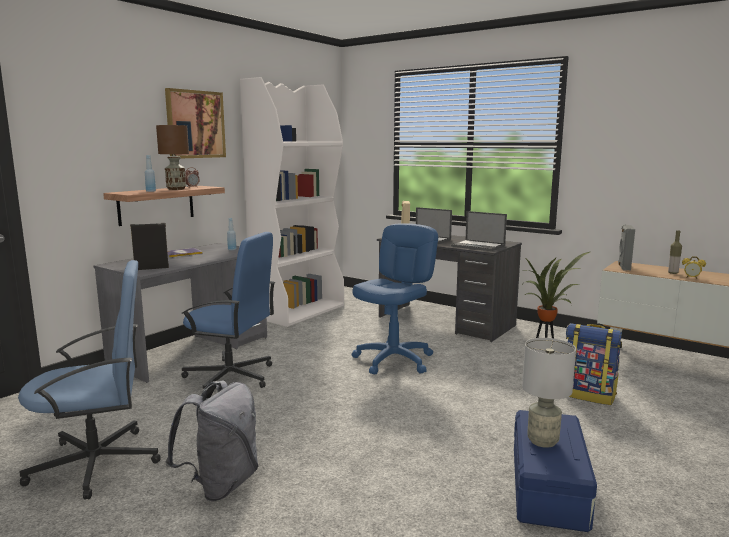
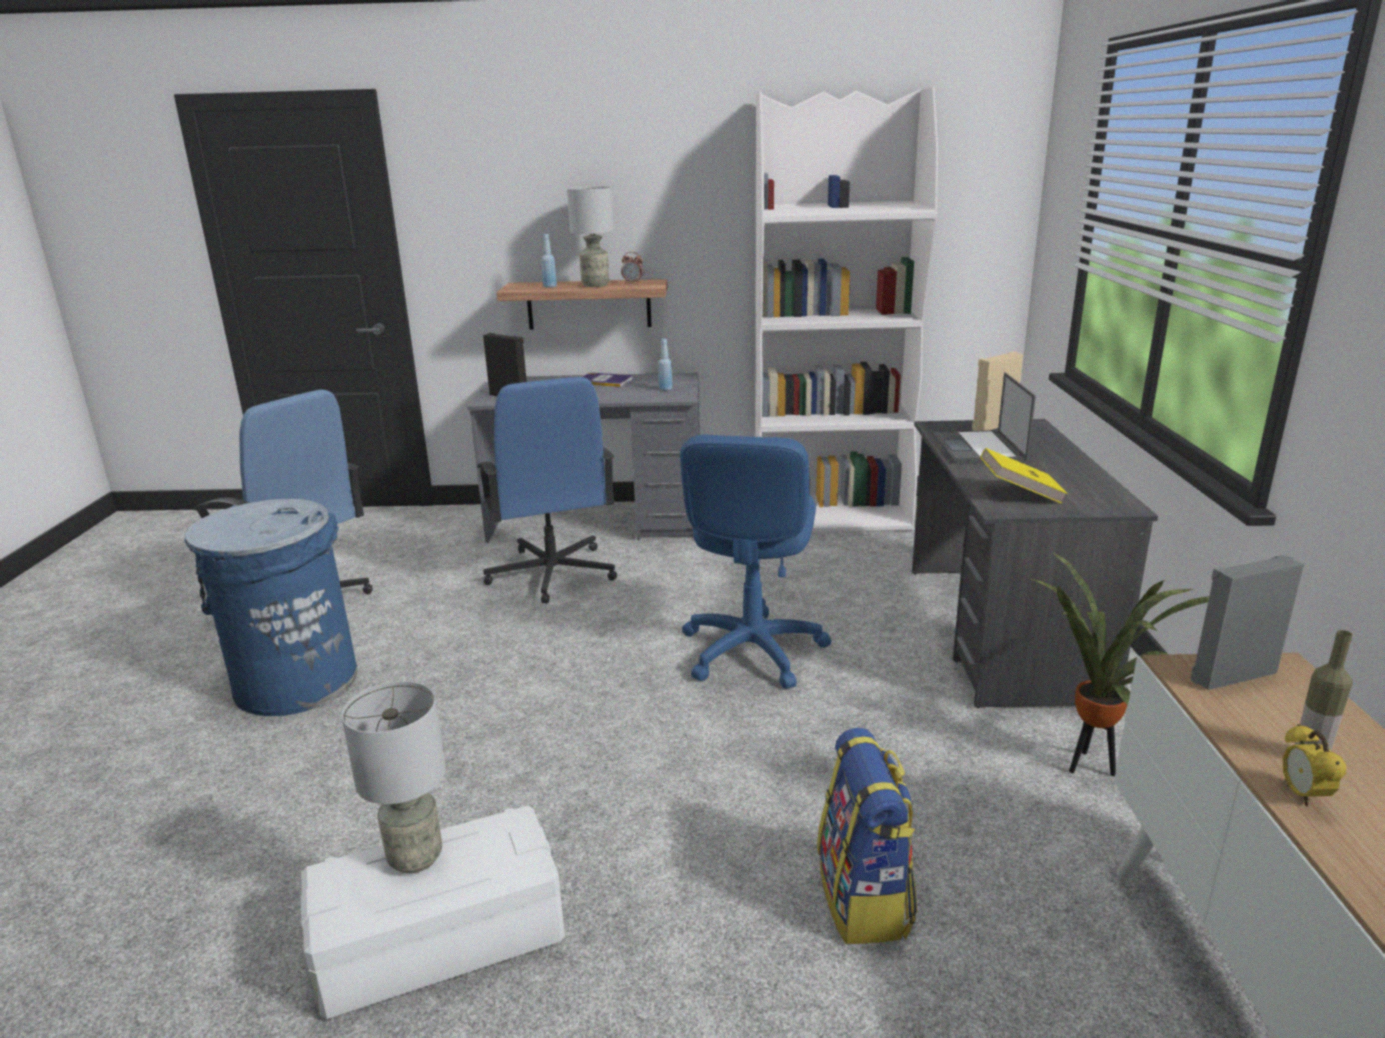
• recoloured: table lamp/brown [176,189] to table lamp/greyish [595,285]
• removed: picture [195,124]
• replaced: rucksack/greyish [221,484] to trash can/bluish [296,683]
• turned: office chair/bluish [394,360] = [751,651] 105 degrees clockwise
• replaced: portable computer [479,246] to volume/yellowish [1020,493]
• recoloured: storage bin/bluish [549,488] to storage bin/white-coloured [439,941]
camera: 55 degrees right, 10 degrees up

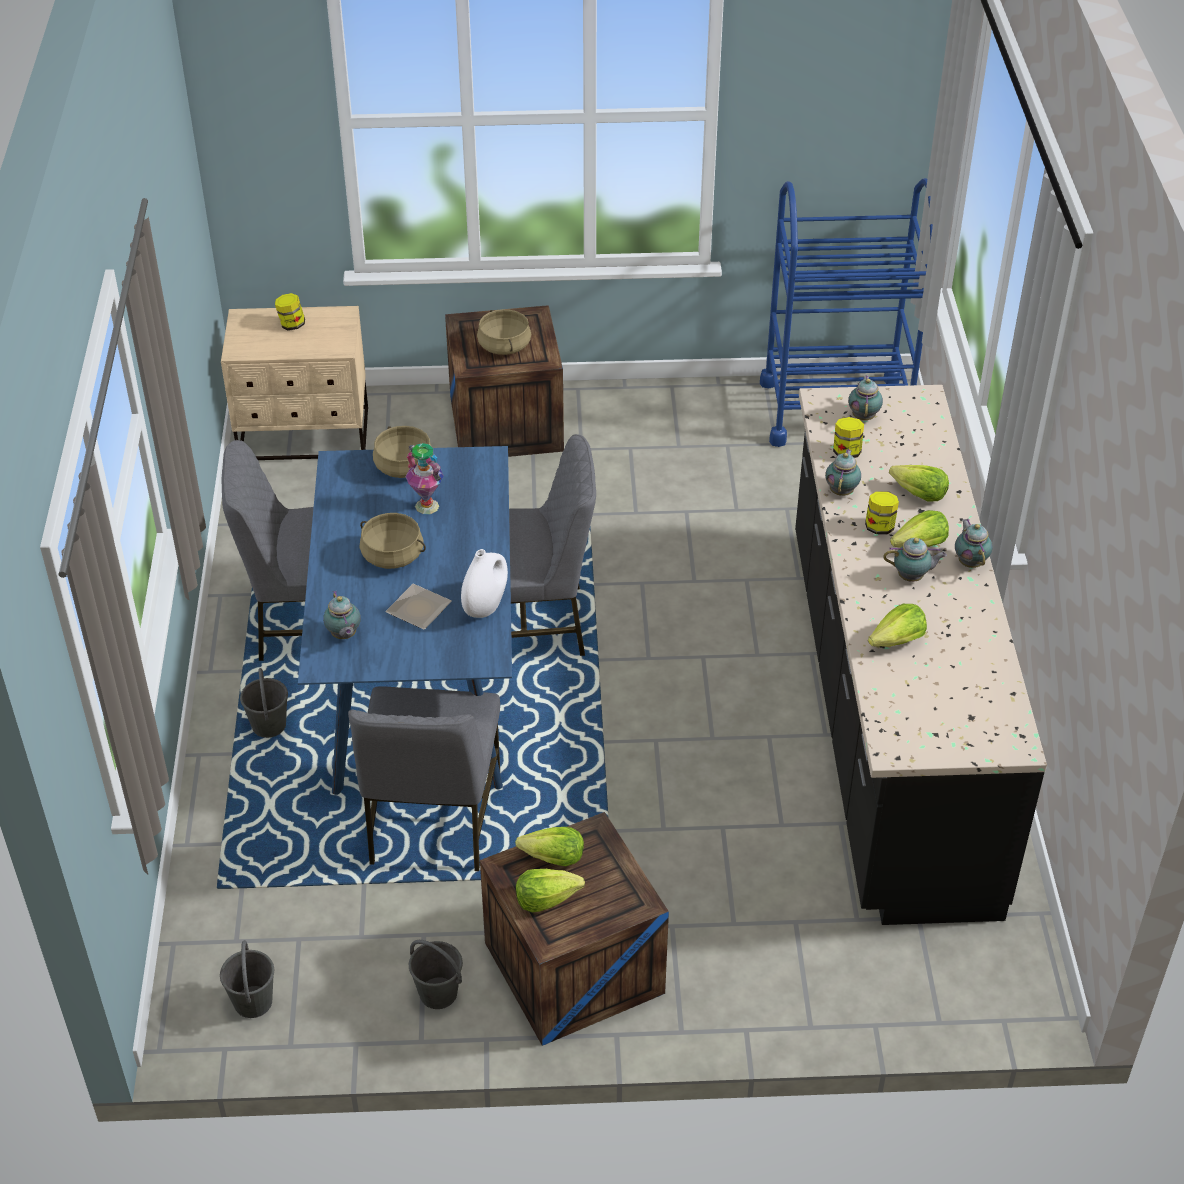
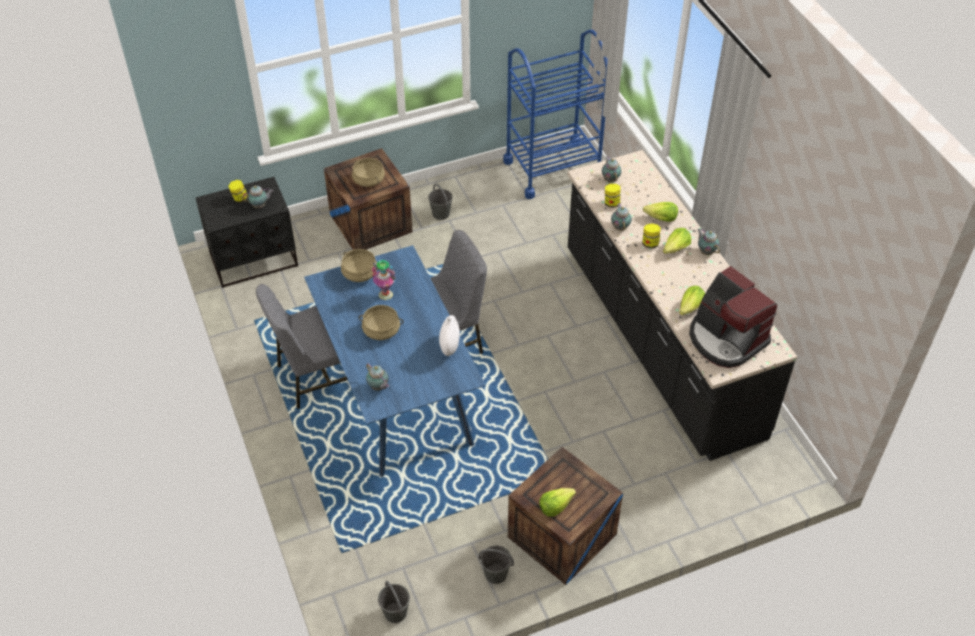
• recoloured: bedside table/beige-coloured [305,435] to bedside table/black-coloured [254,261]
• moved: bucket/greyish [269,725] to [440,213]
• removed: chair/greyish [432,820]
• removed: dinner plate [416,609]
• removed: lettuce [553,858]
• moved: teapot [912,577] to [260,205]
• added: coffee machine [726,339]
camera: 20 degrees left, 5 degrees up

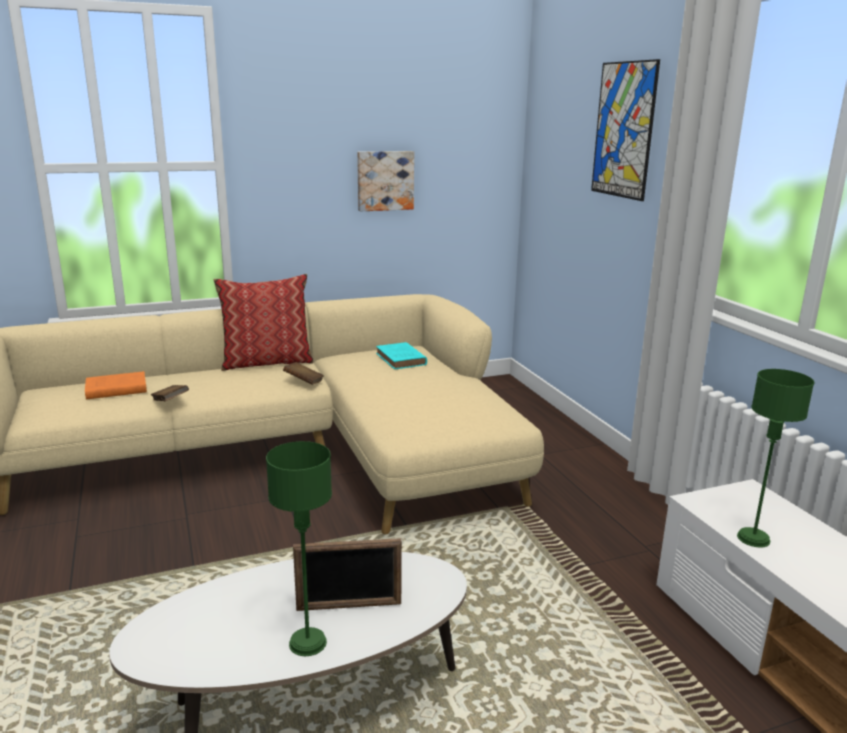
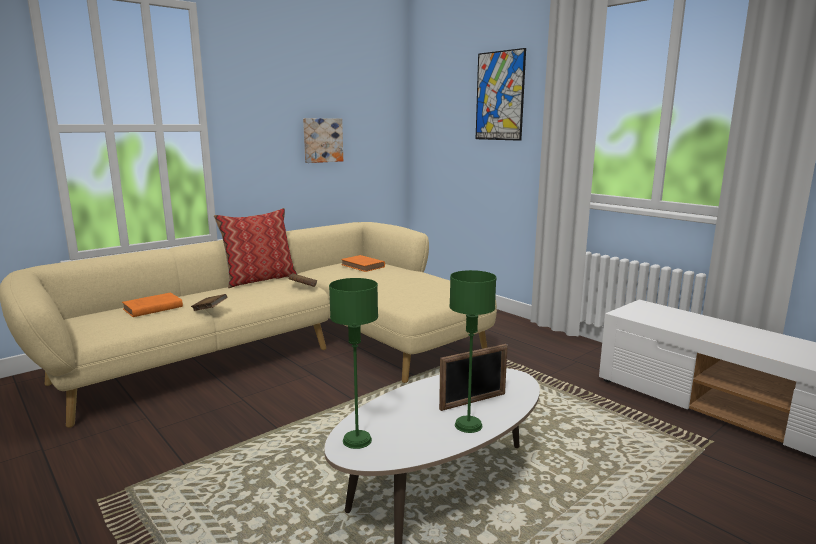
• recoloured: volume/blue-green [401,359] to volume/orange [363,266]
• moved: table lamp/green [752,538] to [356,440]
camera: 20 degrees left, 5 degrees down

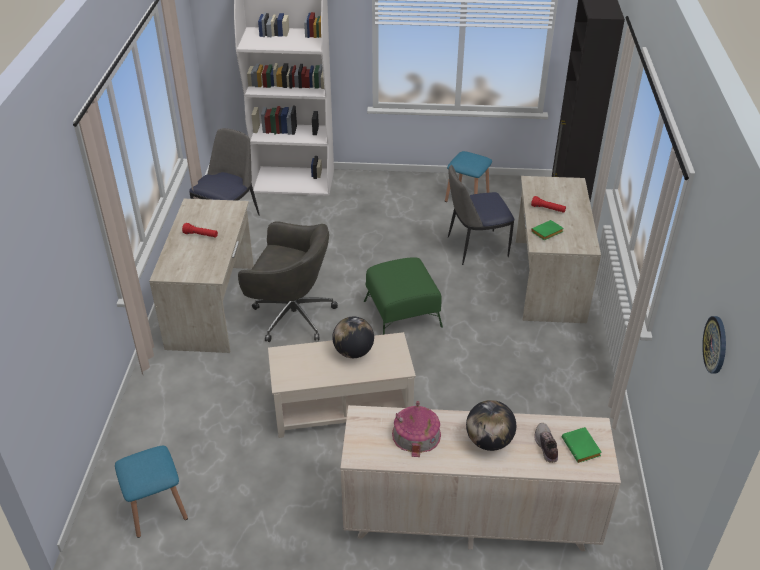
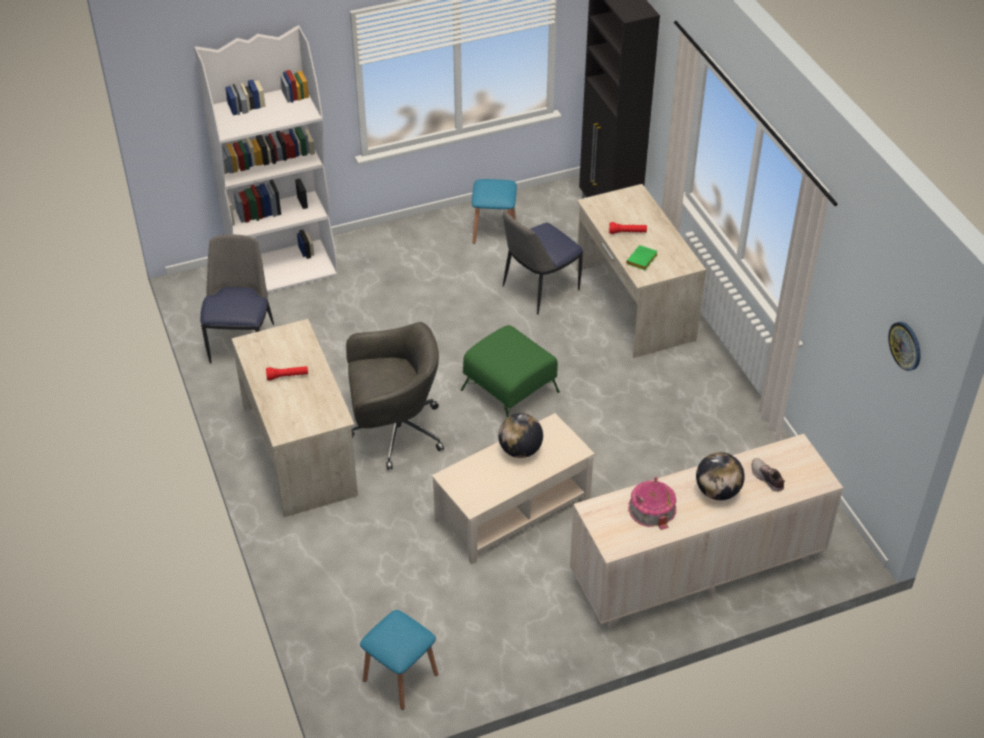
• removed: volume/green [582,448]
camera: 25 degrees left, 5 degrees up

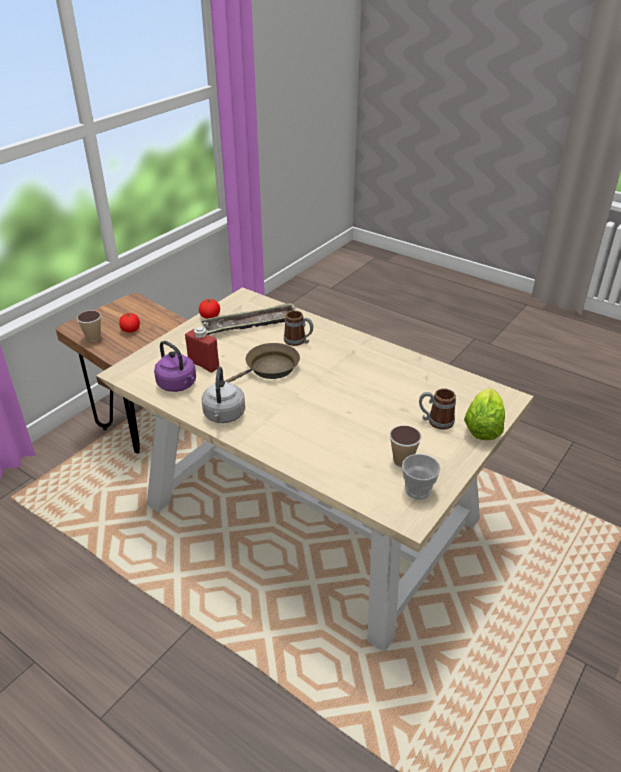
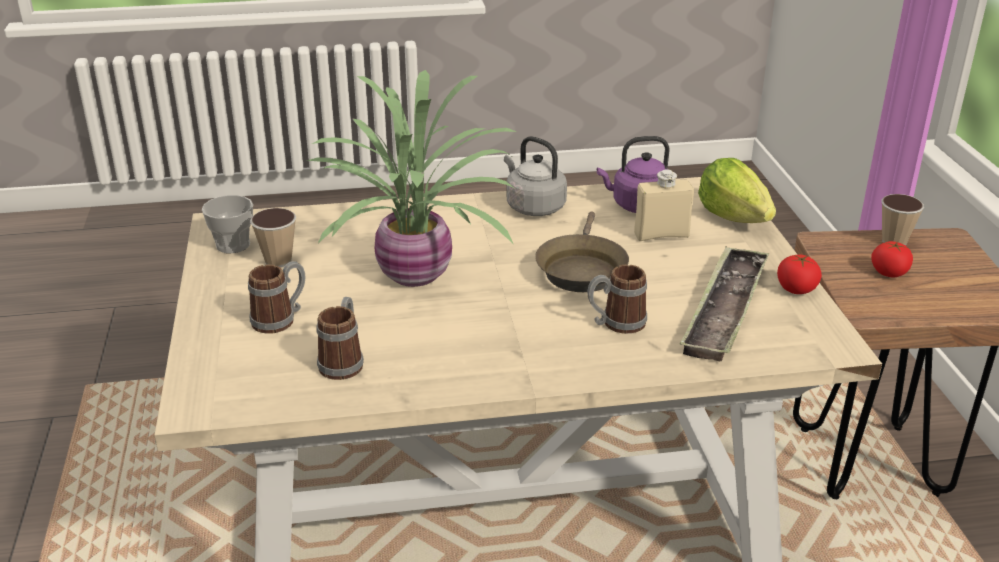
• recoloured: bottle/reddish [203,364] to bottle/beige-coloured [661,235]
• moved: lettuce [482,428] to [733,217]
• added: plant in a pot [416,277]
• added: mug [344,361]
camera: 135 degrees right, 5 degrees down

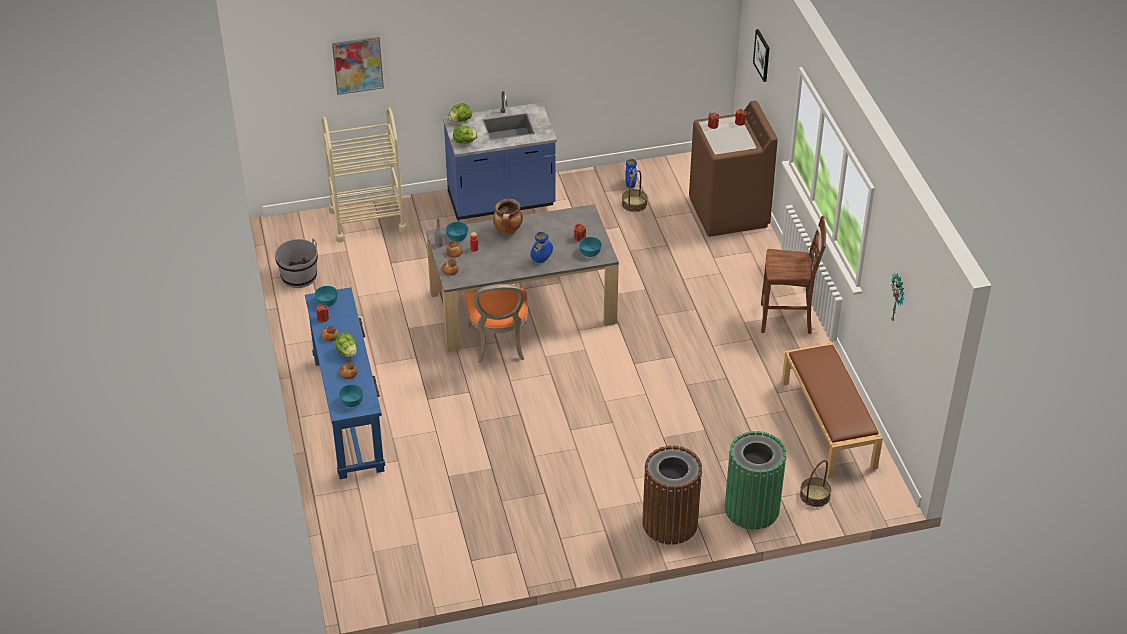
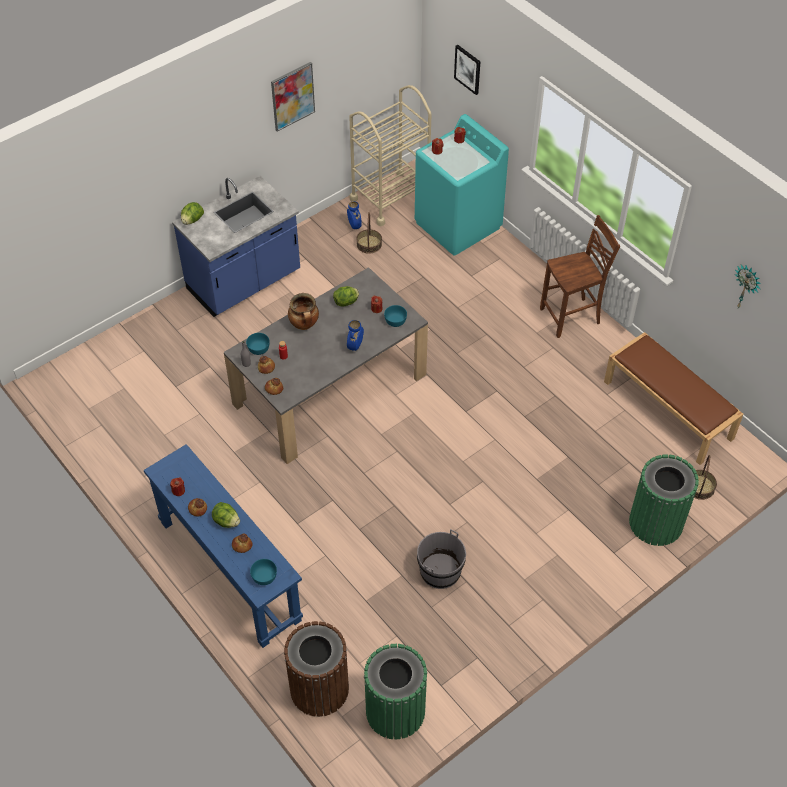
• moved: bucket/greyish [299,276] to [440,571]
• removed: deep dish/blue-green [326,301]
• moved: wheeled cart/beige-coloured [367,220] to [390,198]
• moved: picture [357,65] to [292,96]
• moved: lettuce [464,142] to [346,302]
• removed: chair/orange [499,344]
• moved: trash can/brown [670,523] to [319,689]
• recoloured: washing machine/brown [729,213] to washing machine/blue-green [458,225]
• added: trash can/green [395,711]
camera: 25 degrees left, 10 degrees up

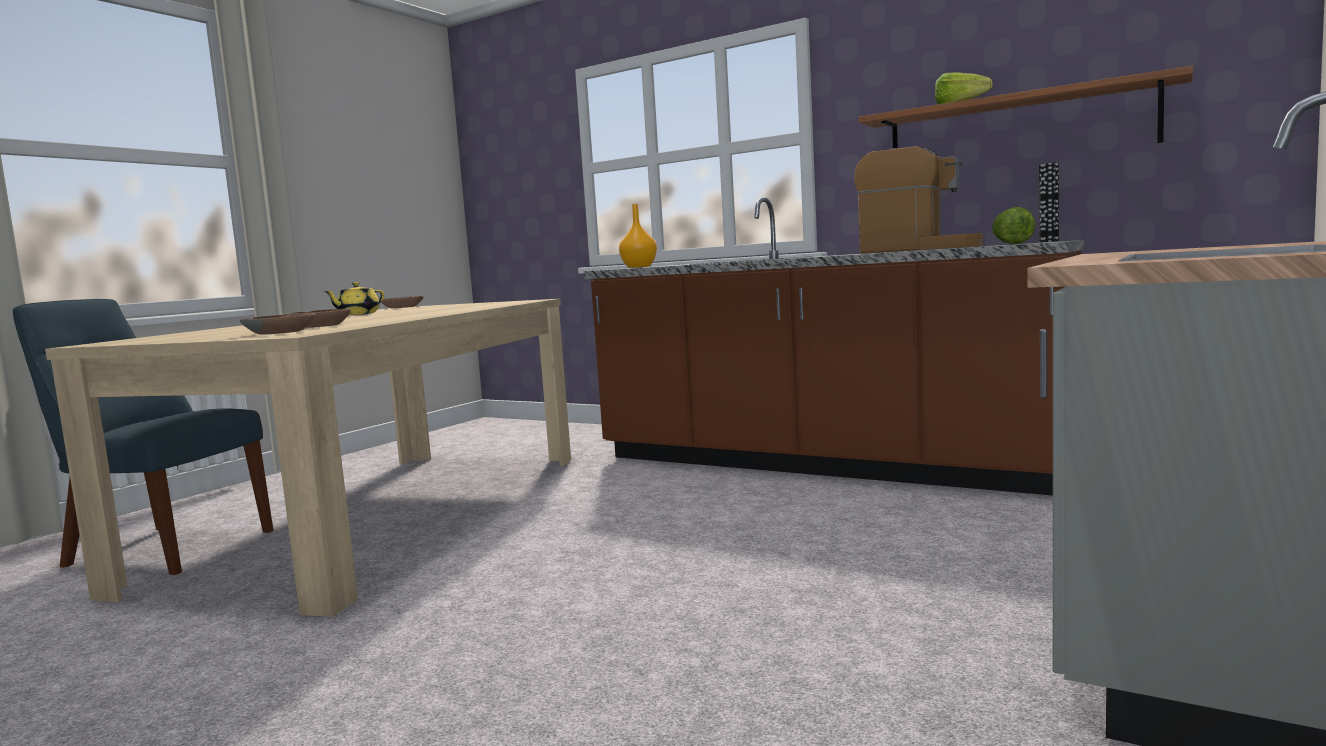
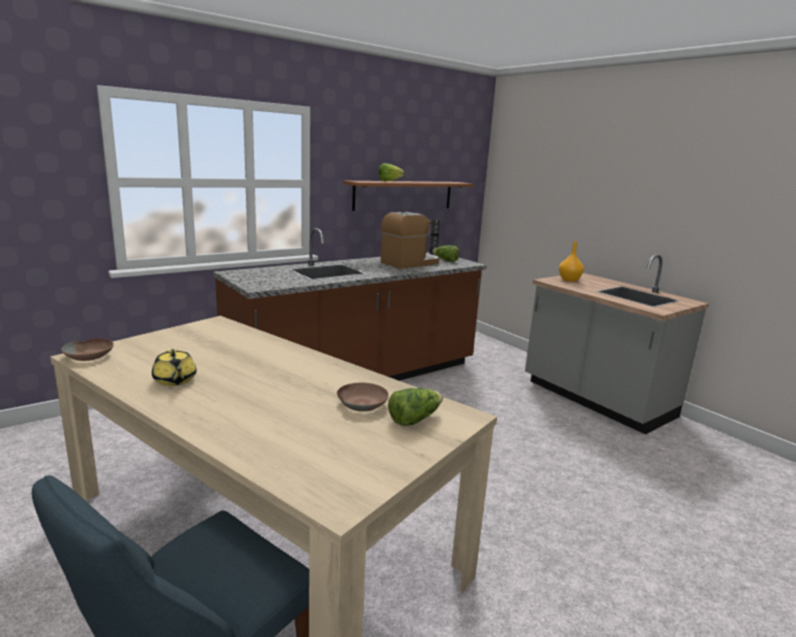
• replaced: deep dish/brown [281,332] to lettuce [414,419]
• moved: decorative vase/orange [638,267] to [569,280]
camera: 70 degrees left, 10 degrees up

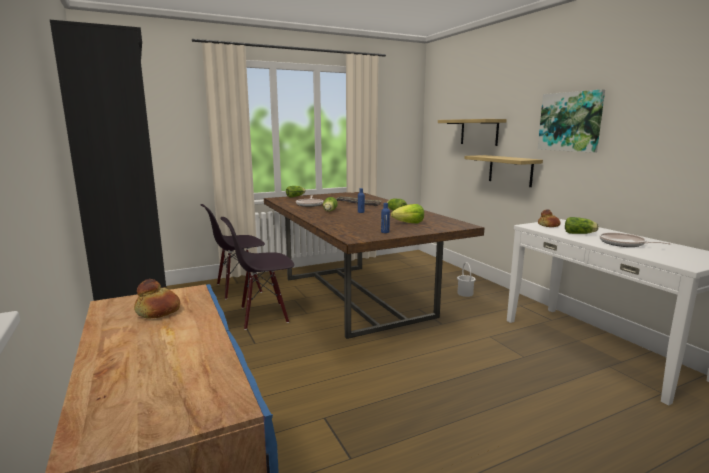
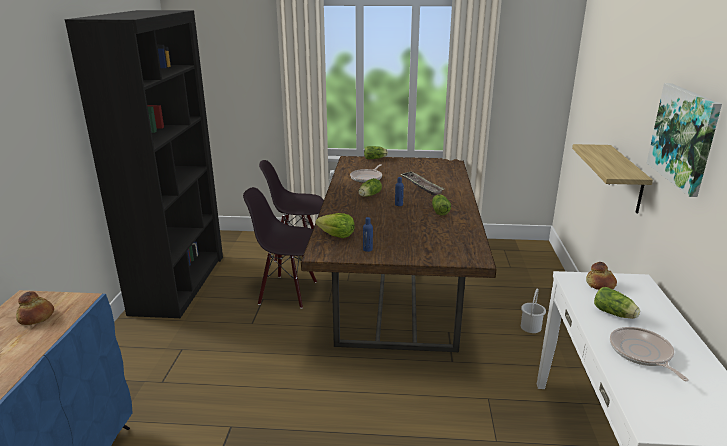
• moved: lettuce [409,223] to [336,235]
• removed: bracket shelf [479,132]
camera: 30 degrees right, 10 degrees up

